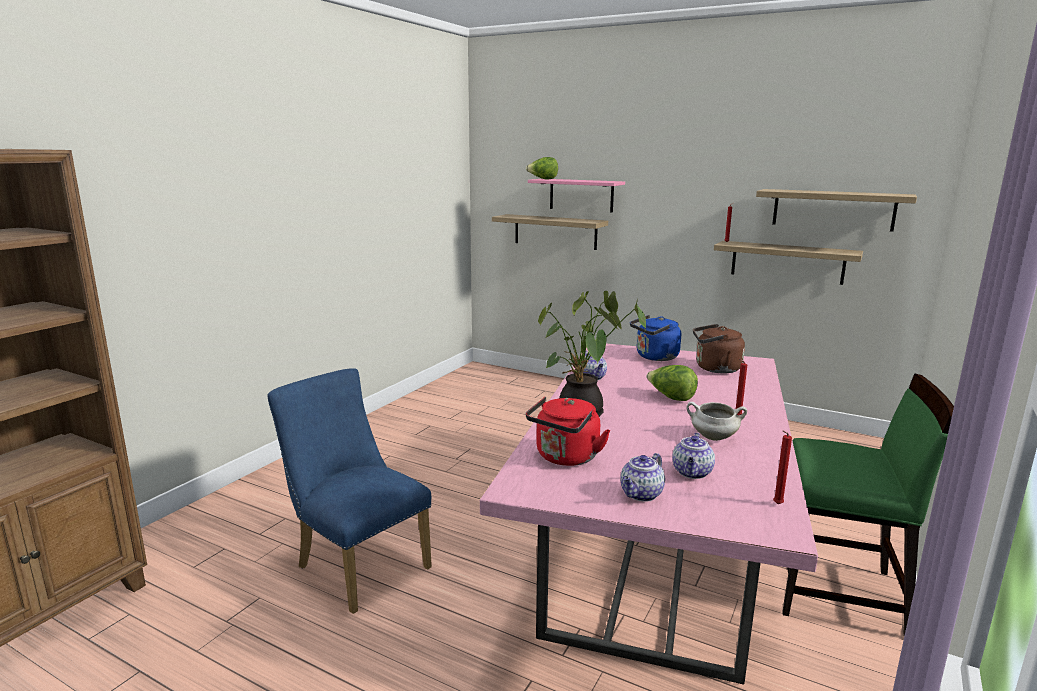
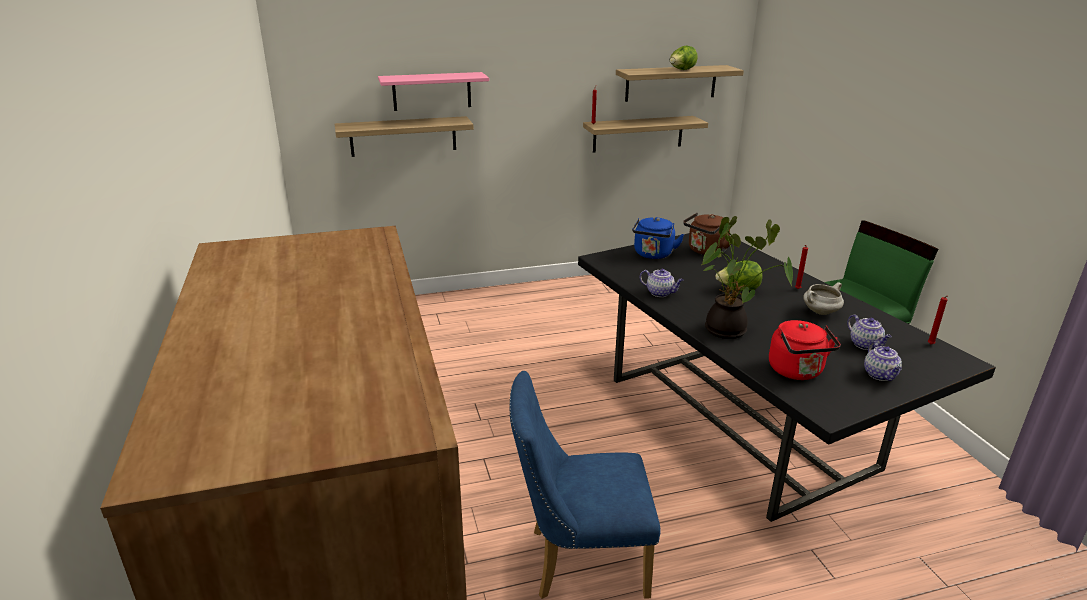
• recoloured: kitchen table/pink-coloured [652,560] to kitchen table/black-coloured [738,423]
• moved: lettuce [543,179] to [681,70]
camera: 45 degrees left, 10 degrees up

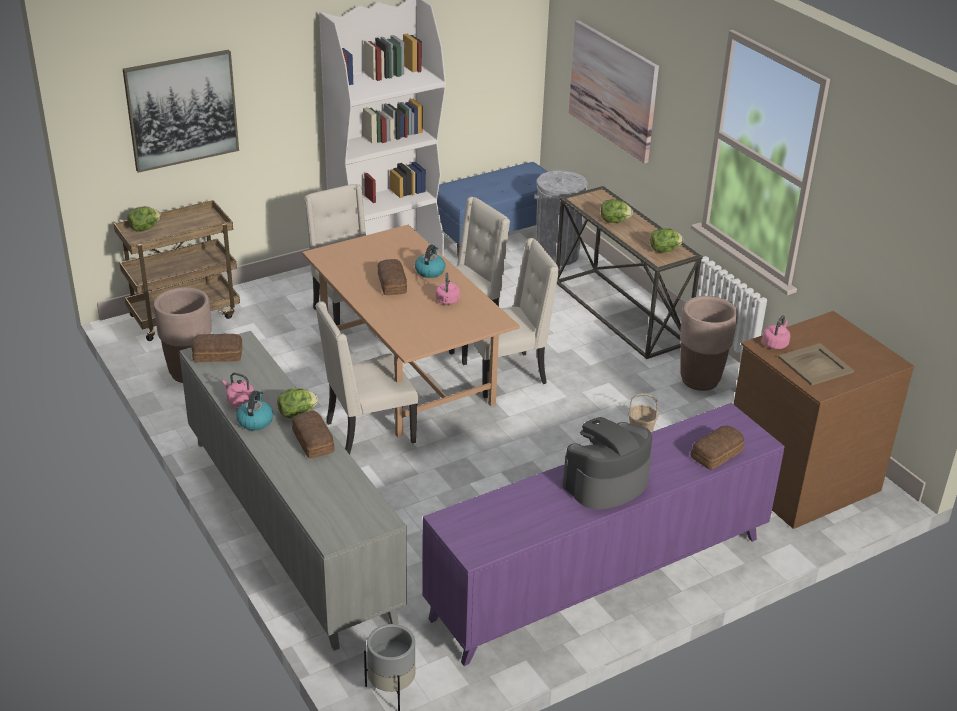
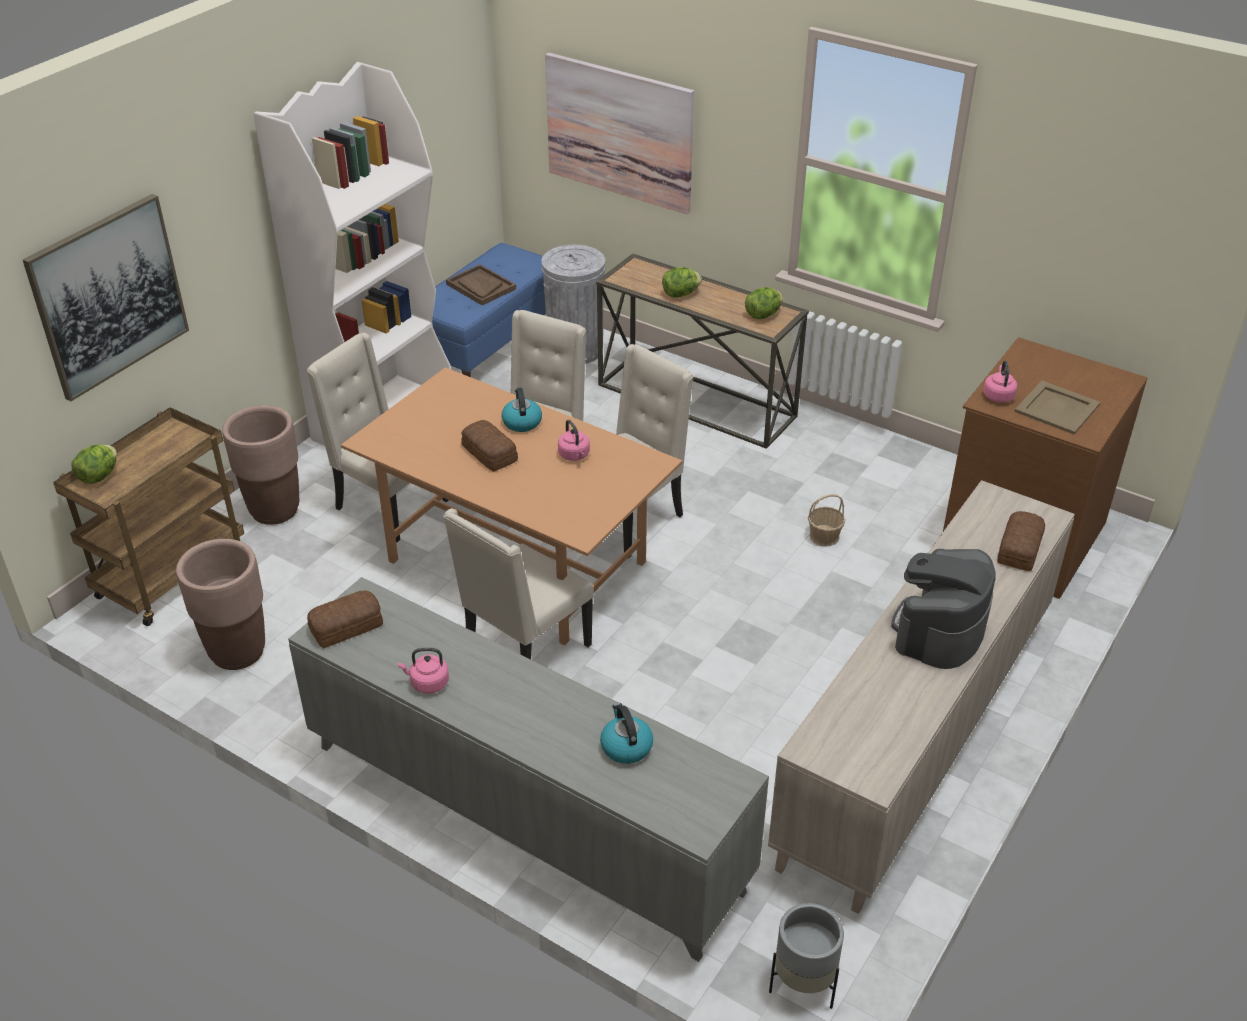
• moved: tea kettle [255,421] to [625,746]
• removed: lettuce [297,414]
• removed: bakery bread [312,442]
• recoloured: storage cabinet/purple [600,578] to storage cabinet/beige-coloured [917,737]
• moved: plant pot/brown [700,380] to [275,510]
• added: serving tray/brown [480,286]
camera: 25 degrees left, 5 degrees up

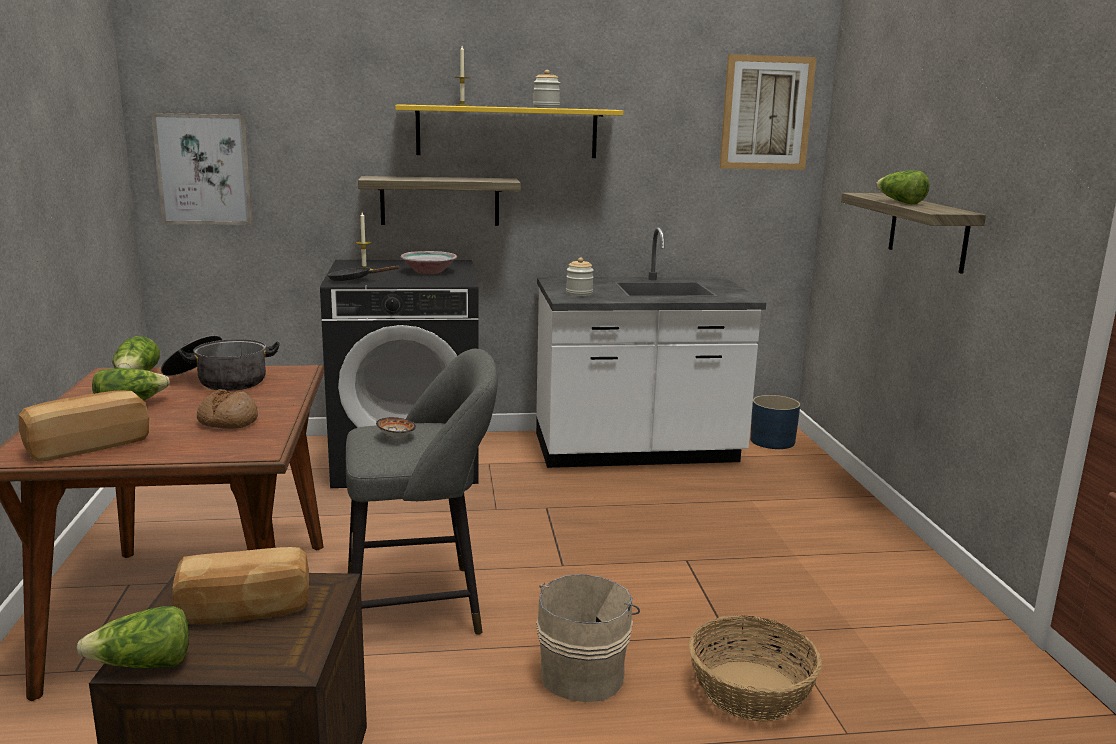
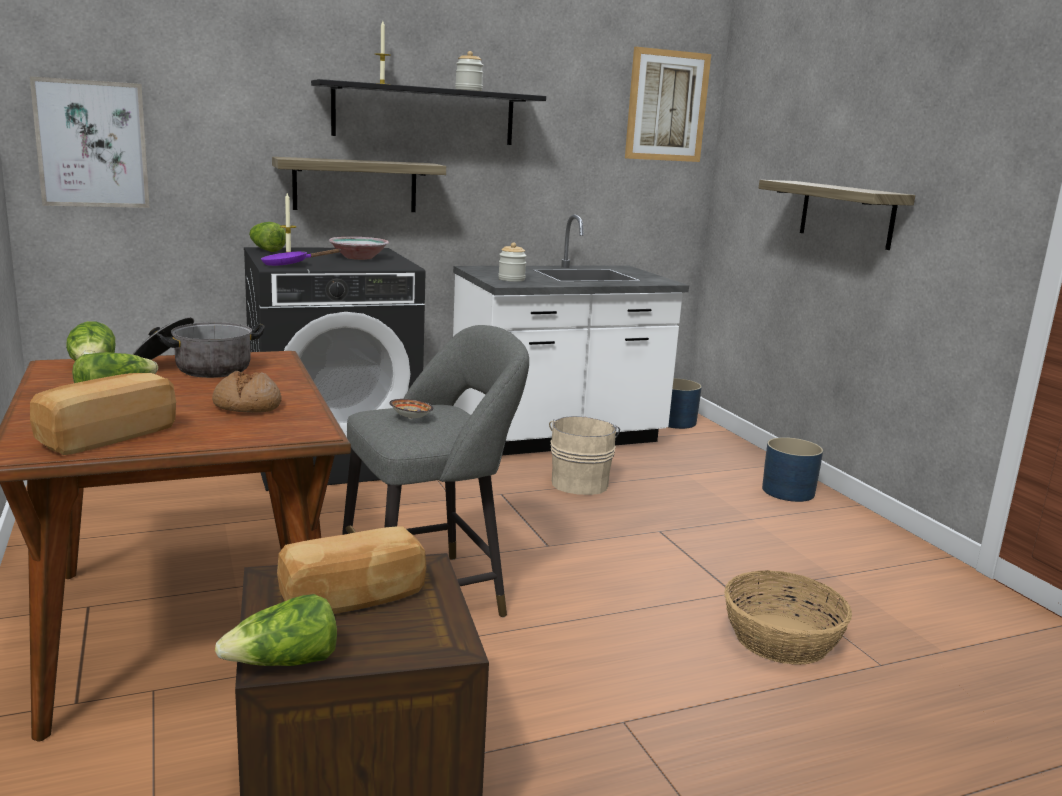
• recoloured: pan/black-coloured [354,280] to pan/purple [290,265]
• recoloured: bracket shelf/yellowish [507,132] to bracket shelf/black-coloured [425,114]
• moved: bucket/beige-coloured [584,673] to [580,482]
• moved: lettuce [899,202] to [266,250]
• added: plant pot/bluish [788,491]
camera: 15 degrees left, 0 degrees up

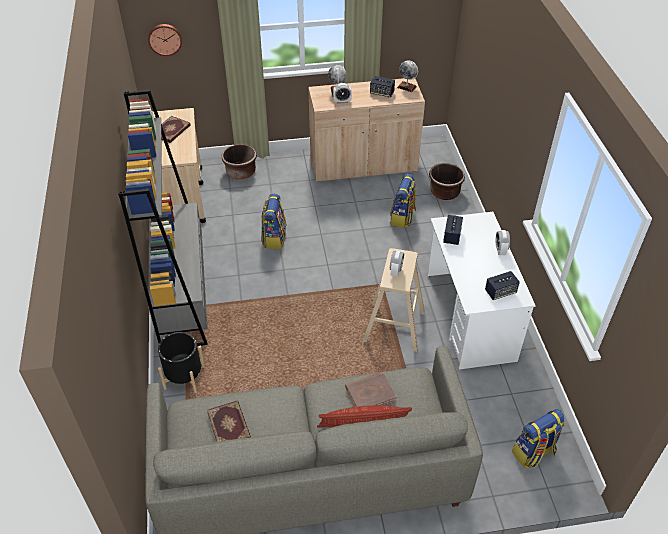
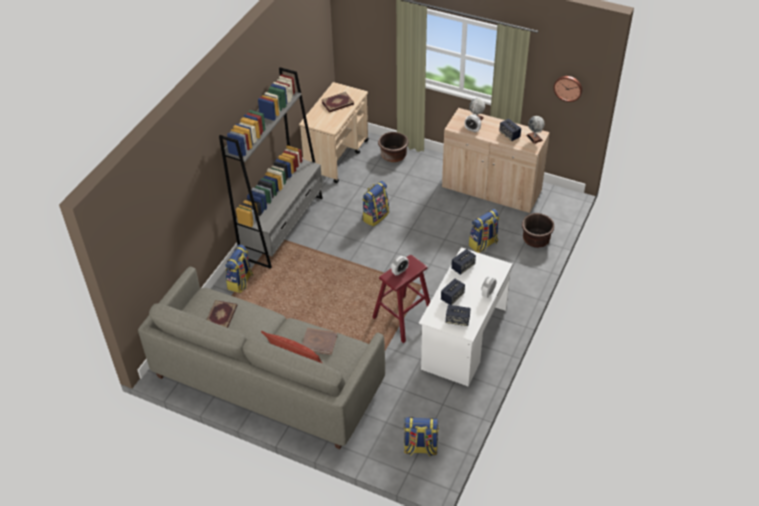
• moved: hanging clock [165,39] to [568,88]
• replaced: plant pot/black-coloured [184,377] to rucksack [240,282]
• recoloured: stool/beige-coloured [394,326] to stool/reddish [403,318]
• added: speaker [452,297]
camera: 35 degrees right, 0 degrees up

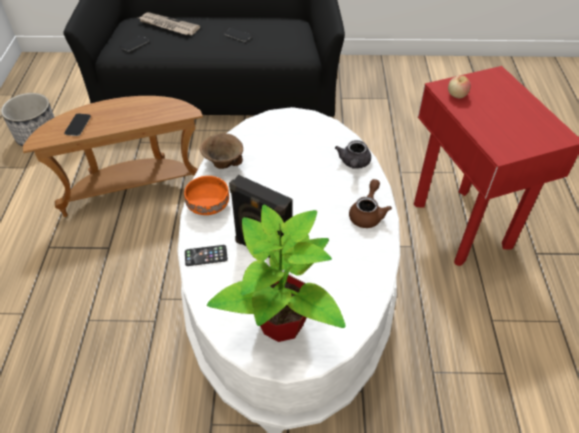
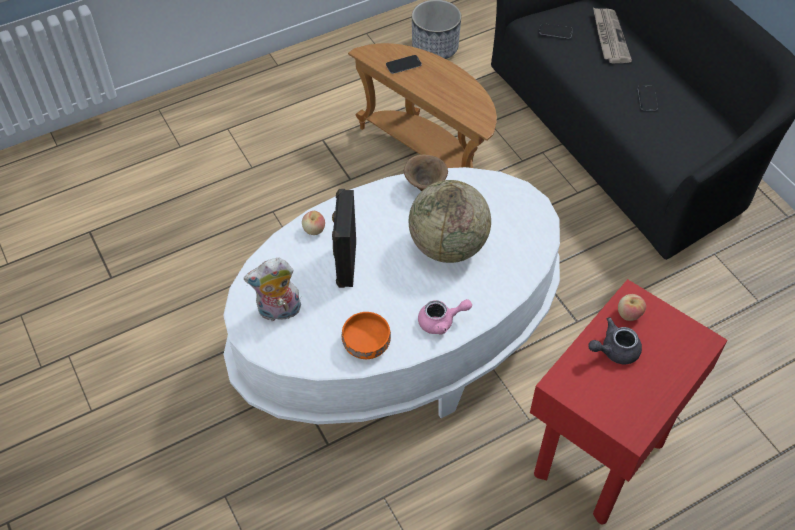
• moved: deep dish/orange [209,204] to [367,344]
• replaced: phone [206,256] to apple fruit [314,230]
• replaced: plant in a pot [281,324] to cuddly toy [279,312]
• moved: teapot/greyish [354,163] to [614,350]
• recoloured: teapot/brown [367,214] to teapot/pink-coloured [441,321]
• added: world globe [448,246]
camera: 60 degrees right, 5 degrees up

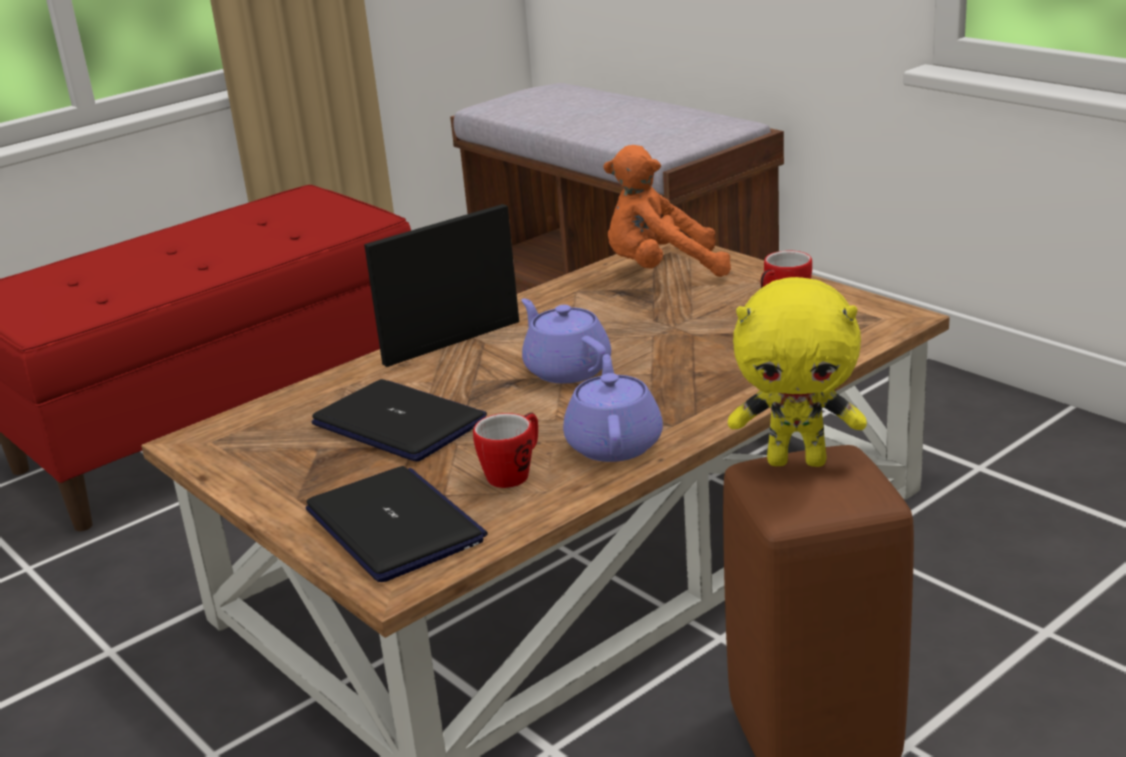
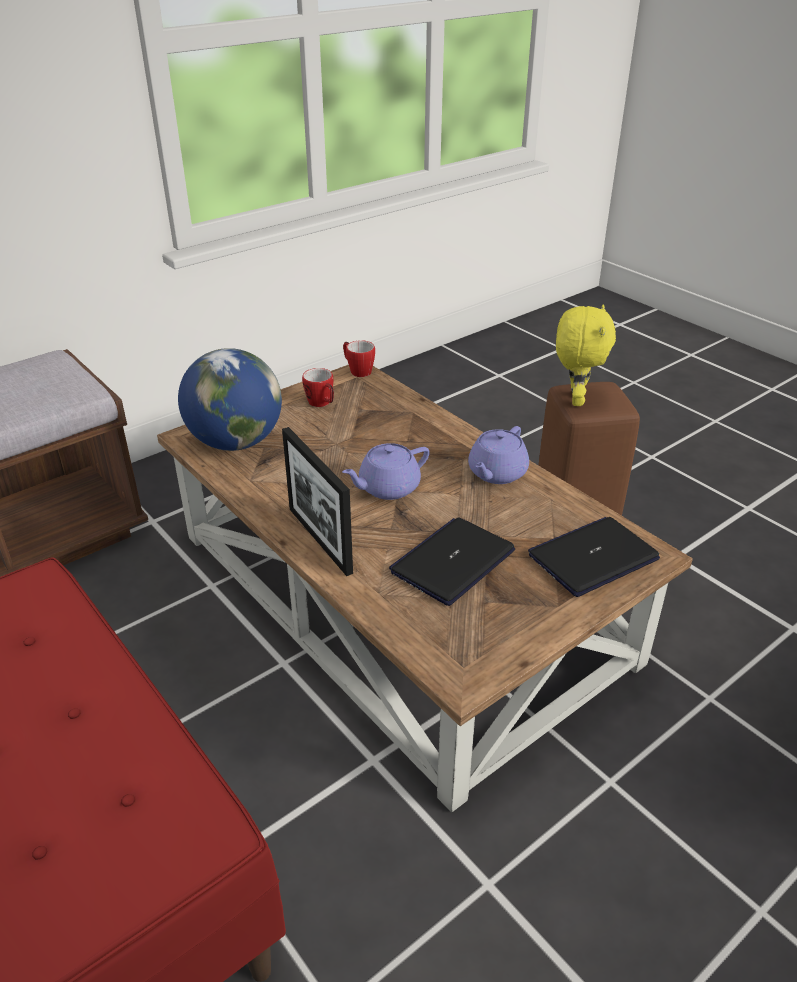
• moved: mug [514,473] to [357,371]
• turned: teapot/purple [614,443] = [496,473] 60 degrees counterclockwise
• replaced: cuddly toy/orange [661,271] to world globe [236,442]
camera: 90 degrees left, 10 degrees up

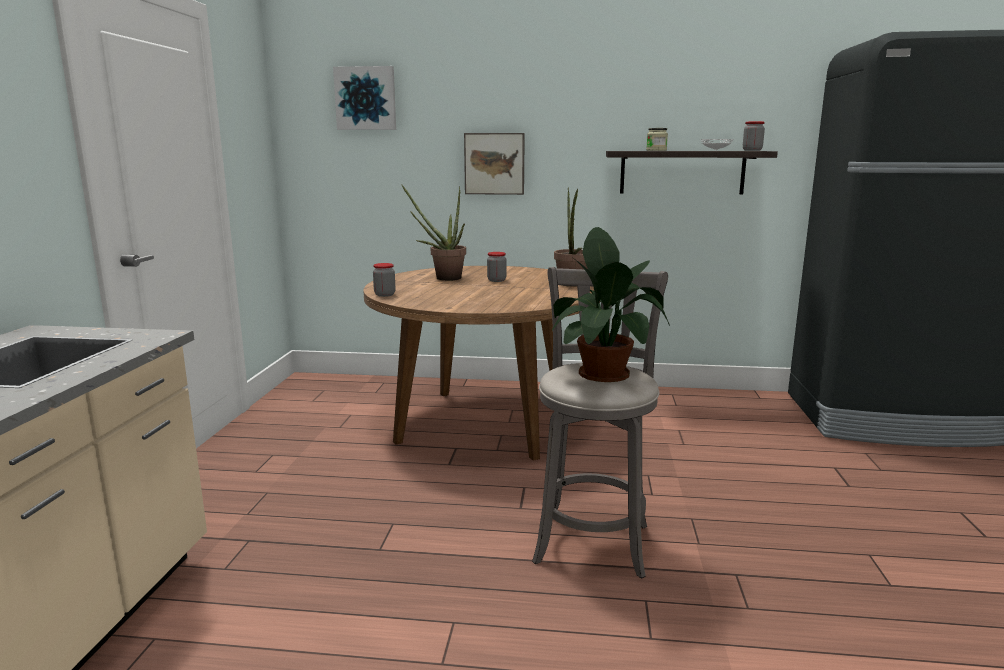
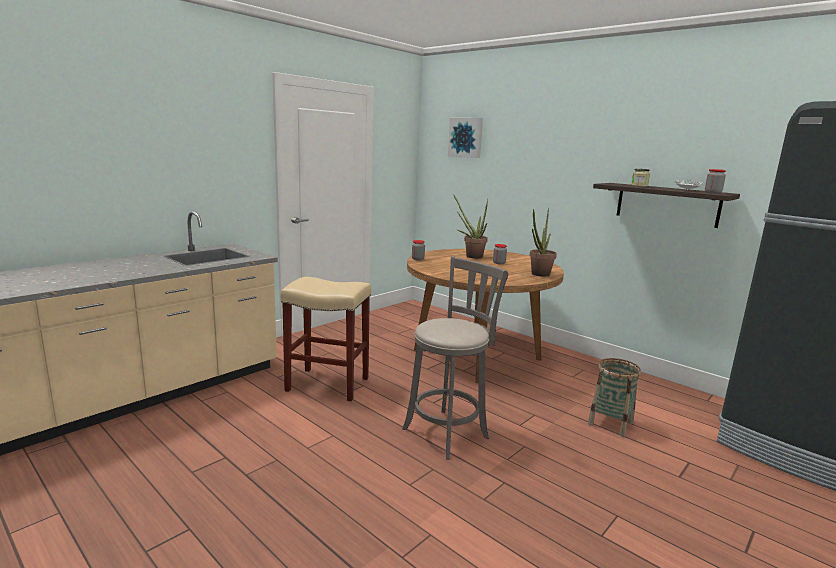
• removed: picture [494,163]
• removed: plant in a pot [605,372]
• added: stool/beige-coloured [326,384]
• added: basket [610,423]
camera: 35 degrees right, 0 degrees up

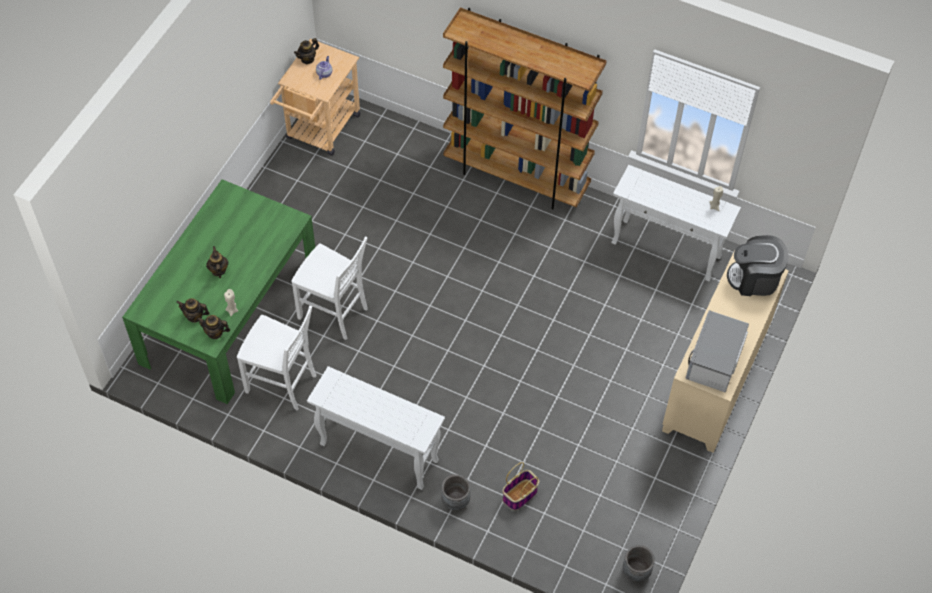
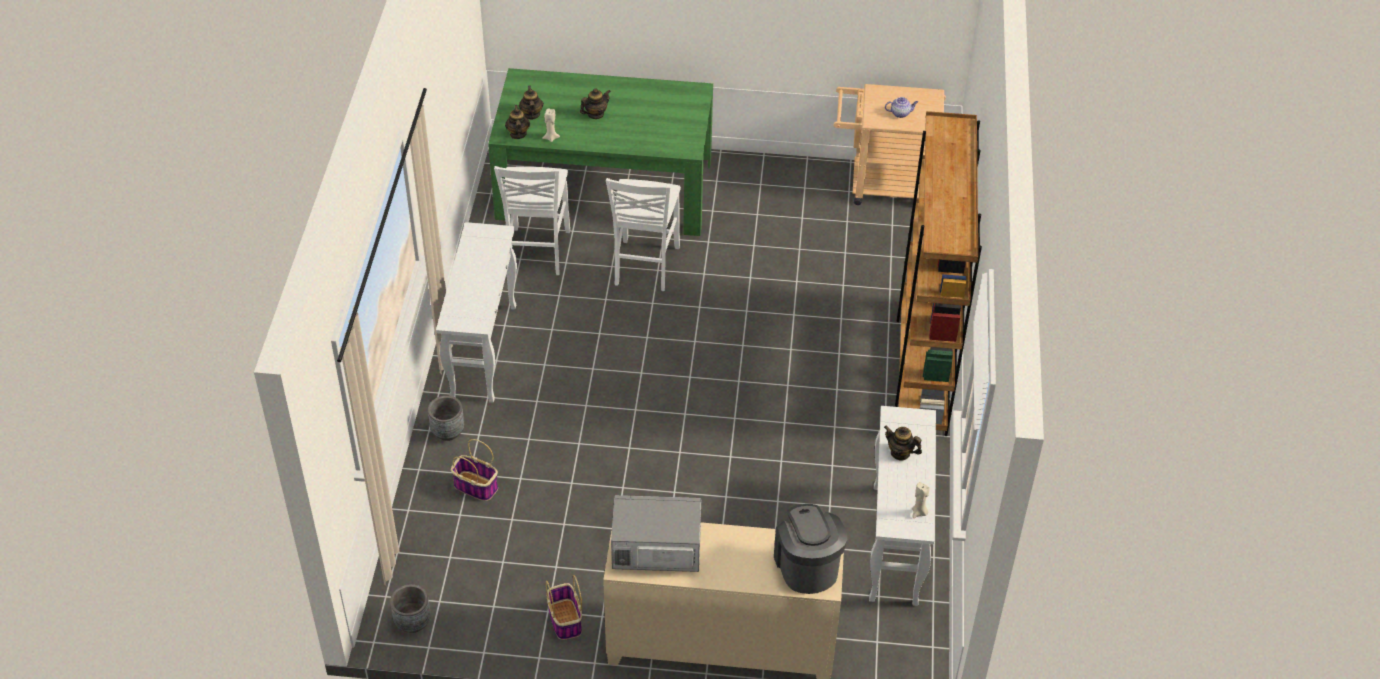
• moved: teapot [307,59] to [900,453]
• added: basket [564,619]
camera: 70 degrees right, 10 degrees down

